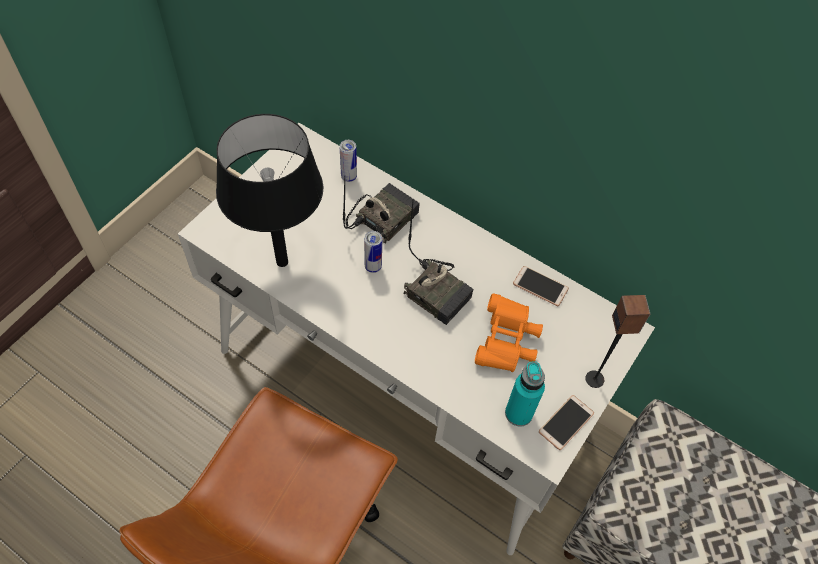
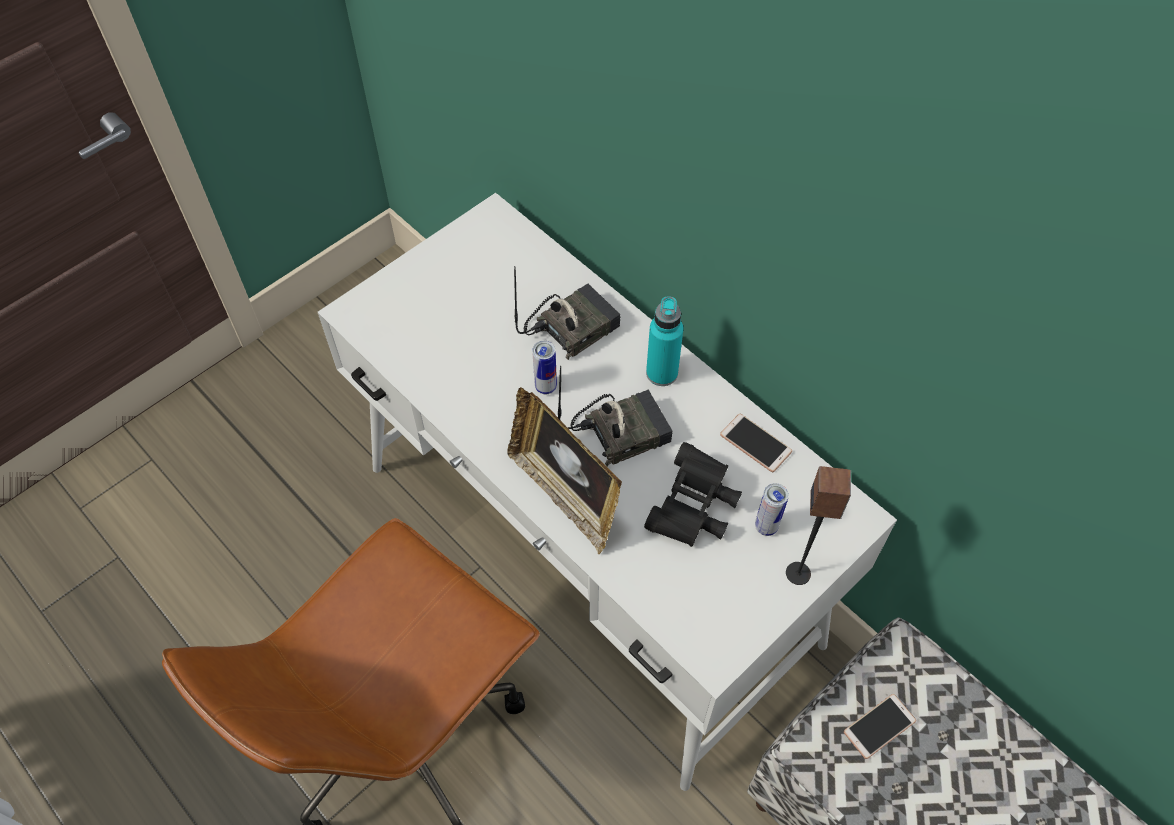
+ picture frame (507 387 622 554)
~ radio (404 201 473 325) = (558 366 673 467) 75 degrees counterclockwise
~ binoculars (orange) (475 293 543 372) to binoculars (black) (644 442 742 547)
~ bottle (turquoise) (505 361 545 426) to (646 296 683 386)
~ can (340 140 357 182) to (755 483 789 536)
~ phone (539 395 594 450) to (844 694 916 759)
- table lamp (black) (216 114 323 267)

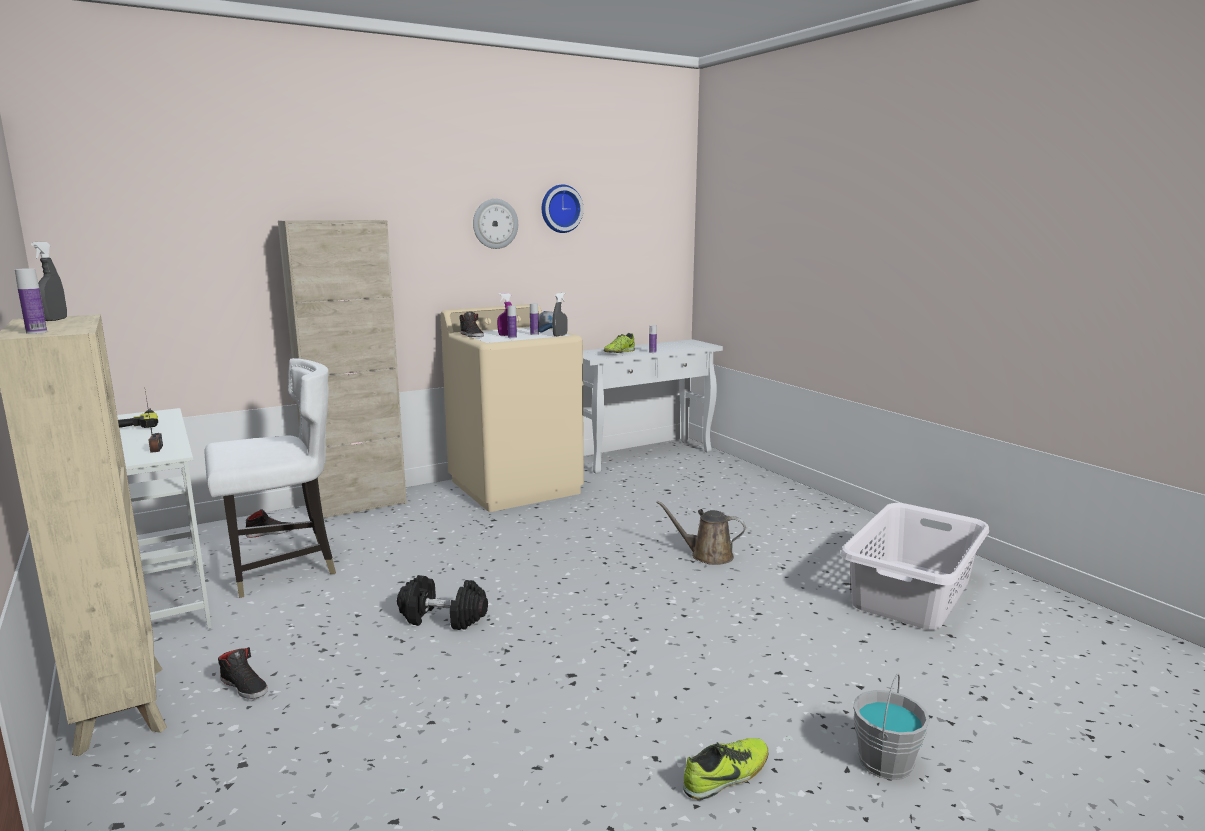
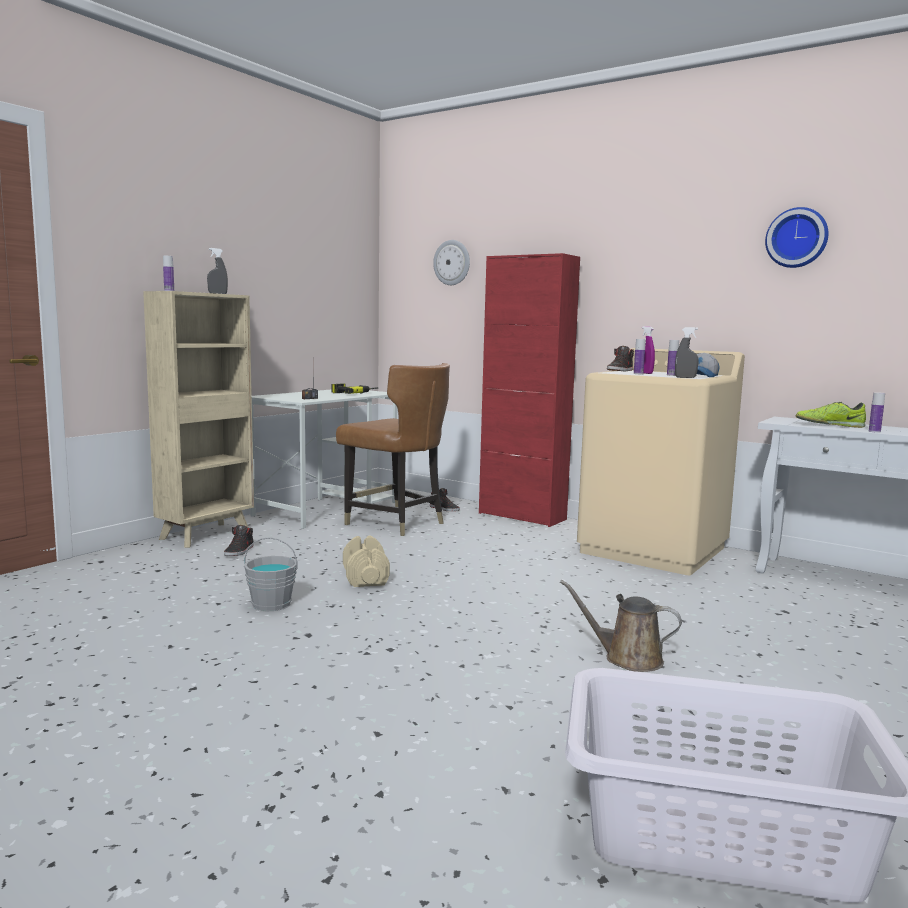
~ bucket (grey) (853 673 930 780) to (244 537 298 612)
~ chair (white) (204 358 336 598) to chair (brown) (336 363 450 536)
~ dumbbell (black) (397 575 488 630) to dumbbell (beige) (343 536 390 587)
~ wall clock (473 199 518 249) to (433 240 470 285)
~ cabinet (beige) (278 220 407 518) to cabinet (red) (479 253 580 527)
~ watering can (brown) (656 501 746 565) = (560 580 682 672) 60 degrees counterclockwise
- shoe (683 738 769 800)

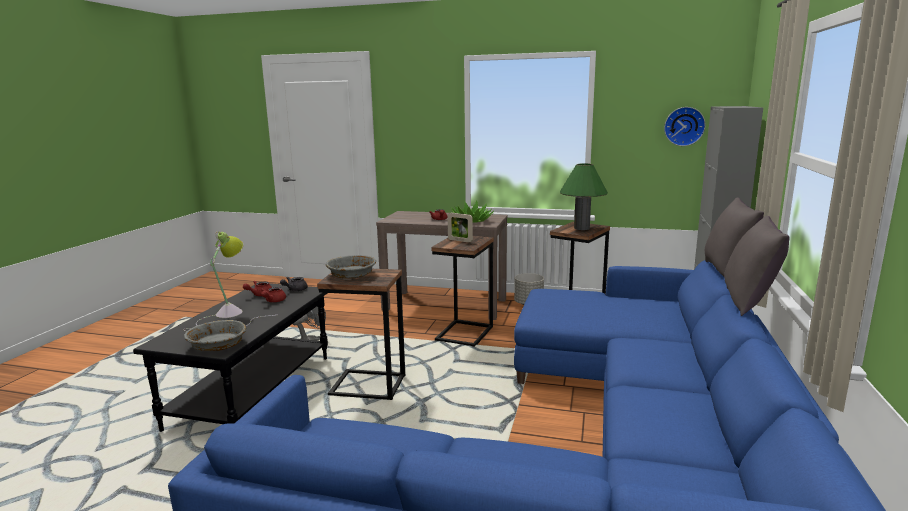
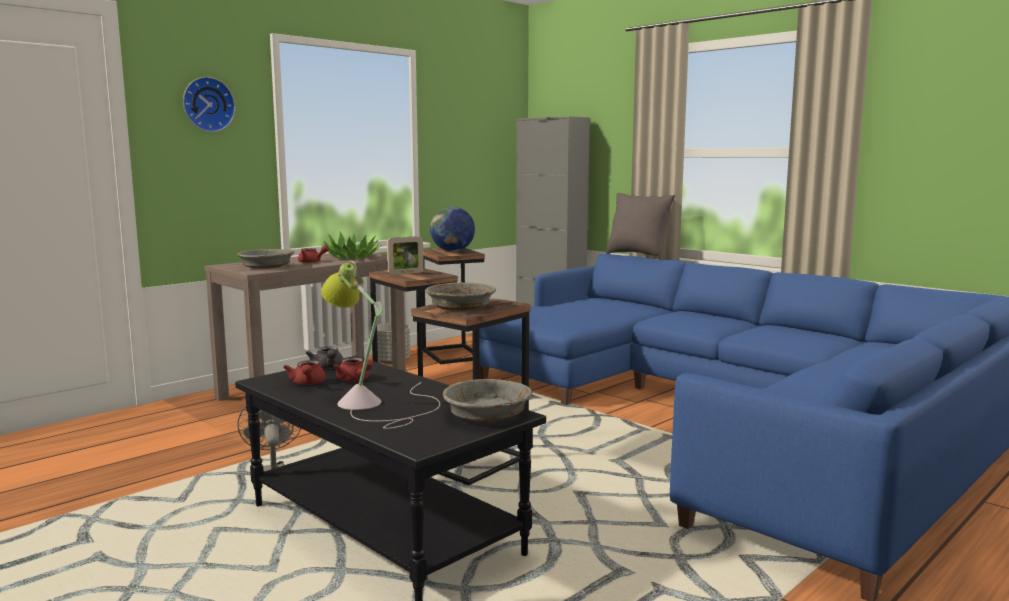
~ wall clock (664 107 706 146) to (183 77 235 132)
+ bowl (grey) (237 249 294 269)
~ table lamp (green) (560 163 608 230) to globe (430 207 475 252)
- pillow (grey) (724 215 790 316)

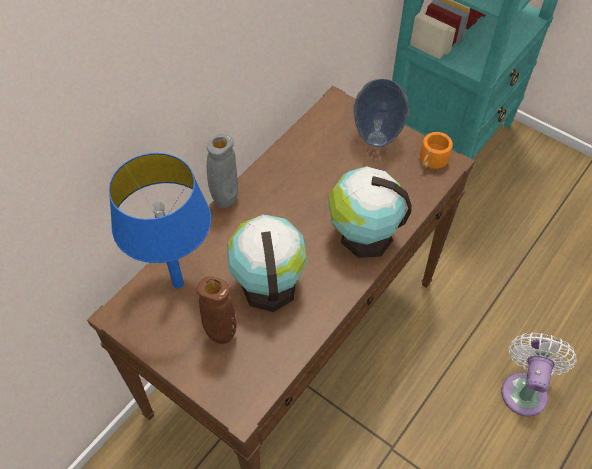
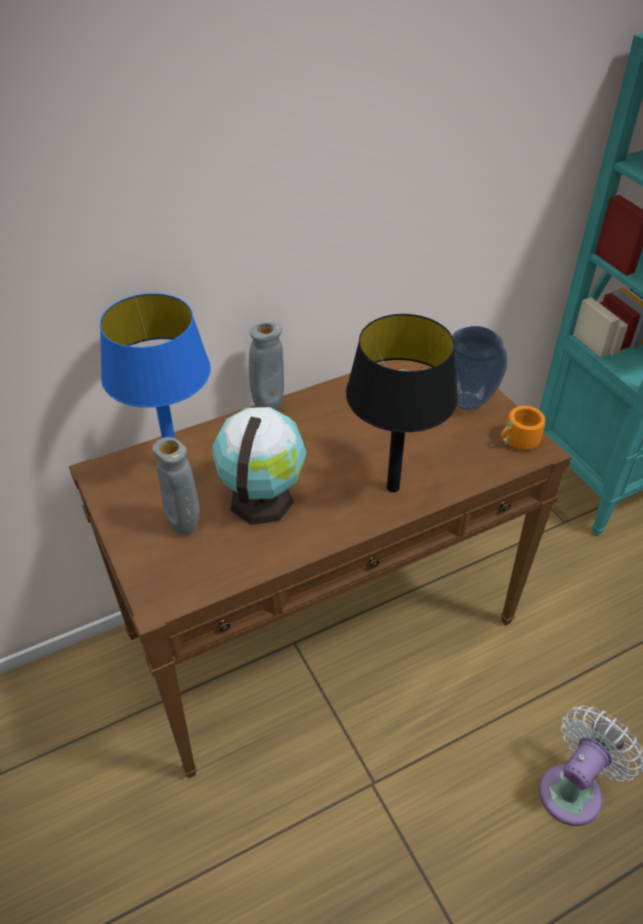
~ vase (brown) (197 276 237 344) to vase (grey) (152 437 200 535)
~ globe (328 166 412 258) to table lamp (black) (346 314 458 493)

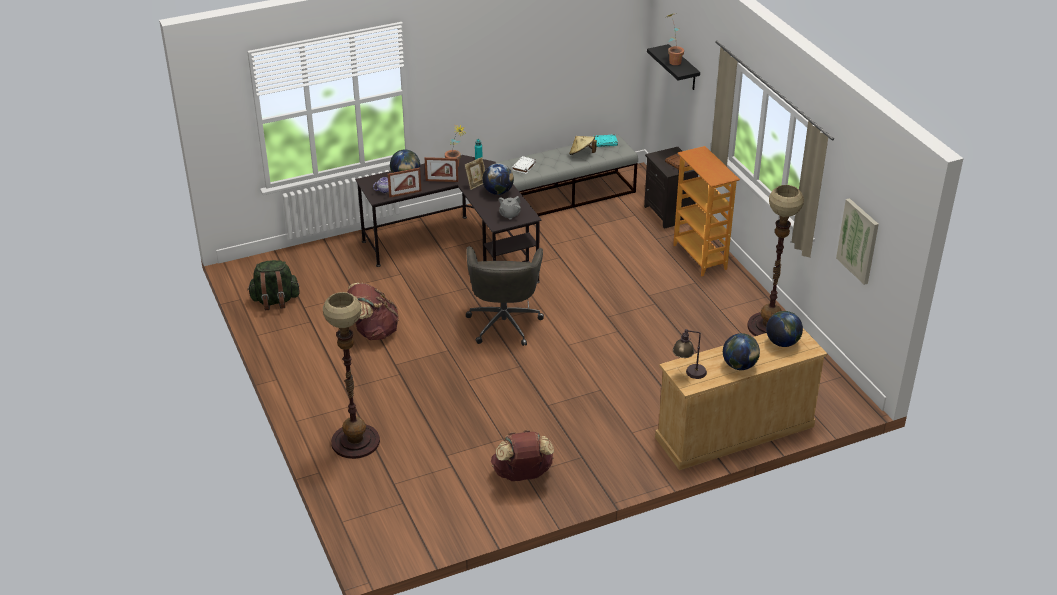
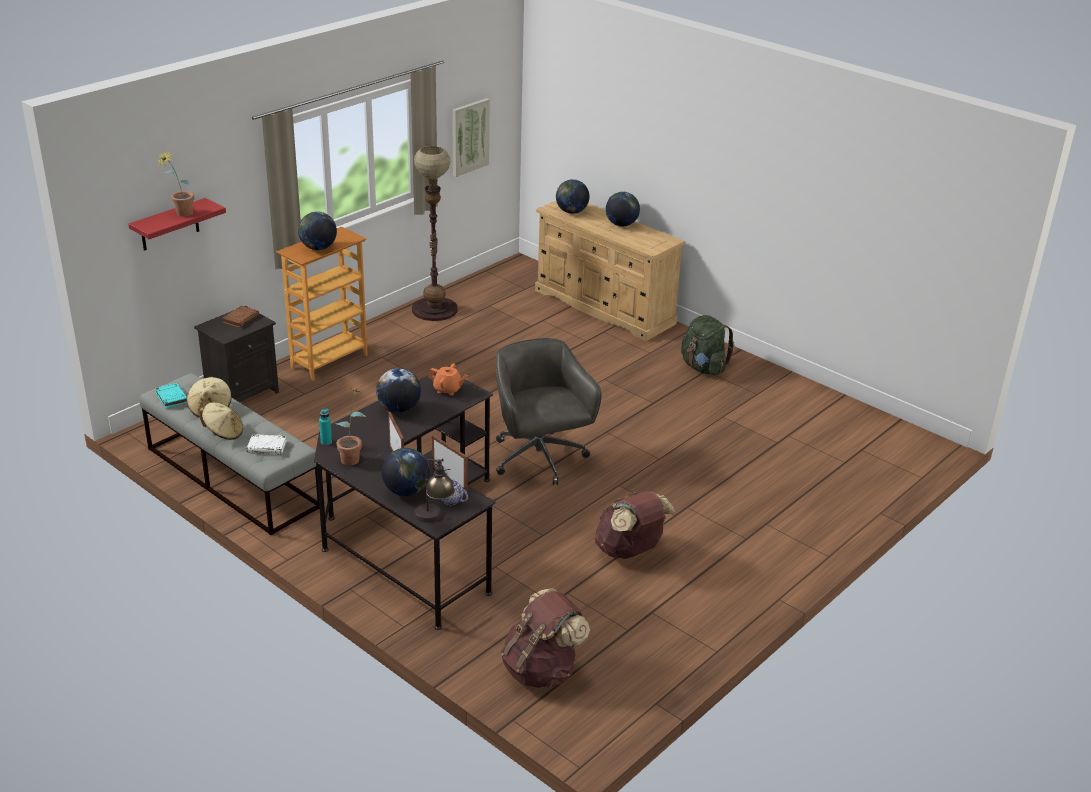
~ shelf (black) (647 44 700 90) to shelf (red) (129 198 226 251)
+ hat (beige) (199 402 243 440)
+ globe (298 211 337 250)
~ table lamp (673 329 707 379) to (414 458 455 523)
~ teapot (grey) (499 196 521 220) to teapot (orange) (429 364 468 395)
~ office chair (grey) (466 246 544 346) = (496 338 601 485) 90 degrees counterclockwise
~ backpack (brown) (491 430 554 481) to (501 588 590 688)
~ backpack (green) (247 260 300 310) to (681 315 734 375)
- floor lamp (323 292 380 459)
- picture frame (465 157 485 190)

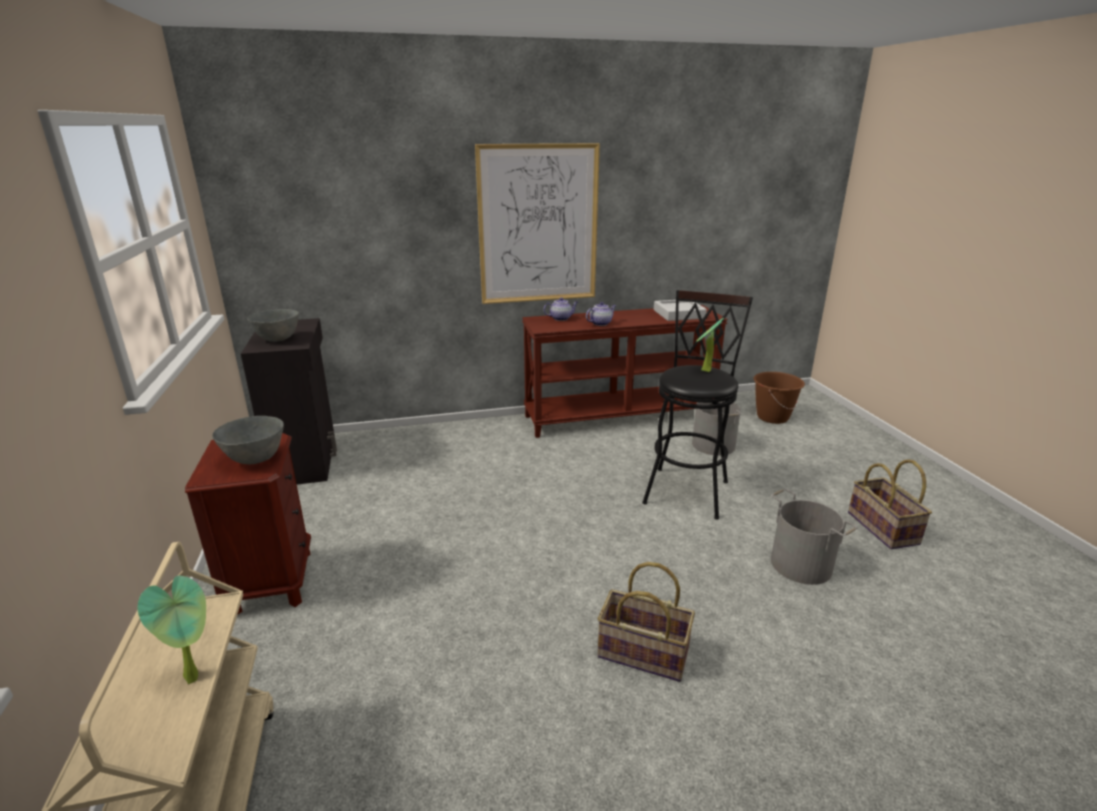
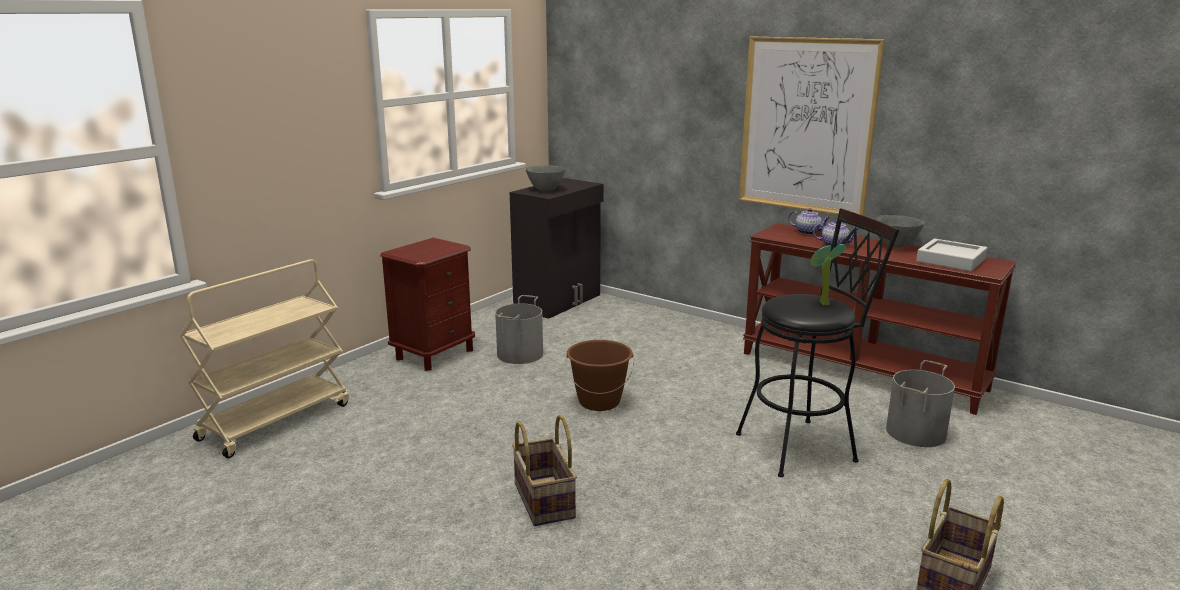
~ bucket (grey) (771 489 857 585) to (495 295 543 364)
~ bucket (brown) (753 372 805 424) to (565 340 634 411)
~ bowl (grey) (212 416 284 464) to (873 215 924 247)
- potted plant (138 576 206 684)

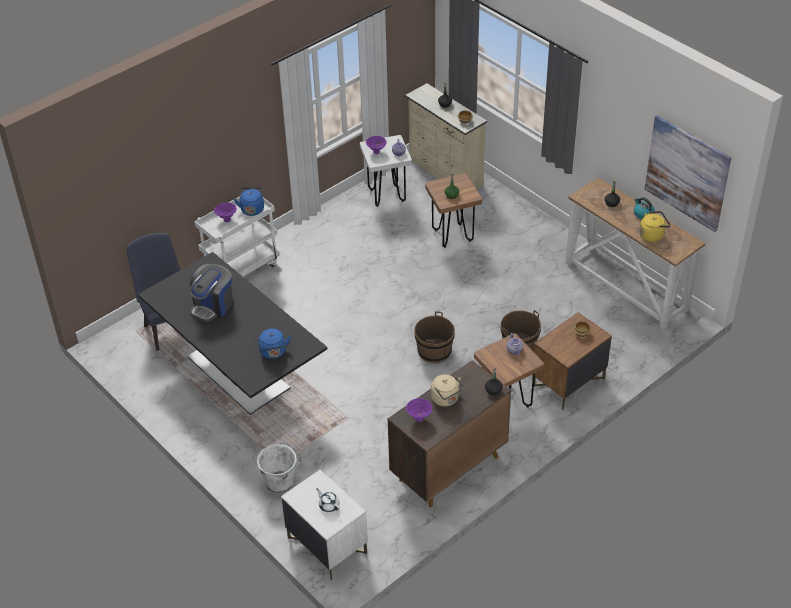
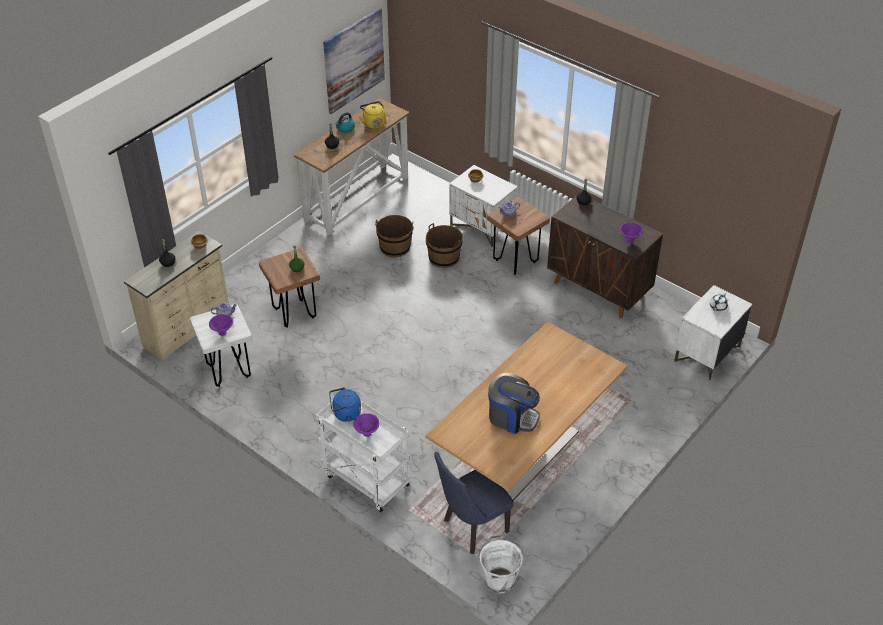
~ bucket (brown) (414 311 455 363) to (375 215 413 257)
~ dining table (black) (138 252 327 415) to dining table (beige) (425 321 628 501)
~ nightstand (brown) (532 312 612 410) to nightstand (white) (449 165 518 248)
~ bucket (white) (257 443 301 494) to (477 535 523 593)
- kettle (blue) (259 328 291 359)
- kettle (beige) (431 374 464 407)

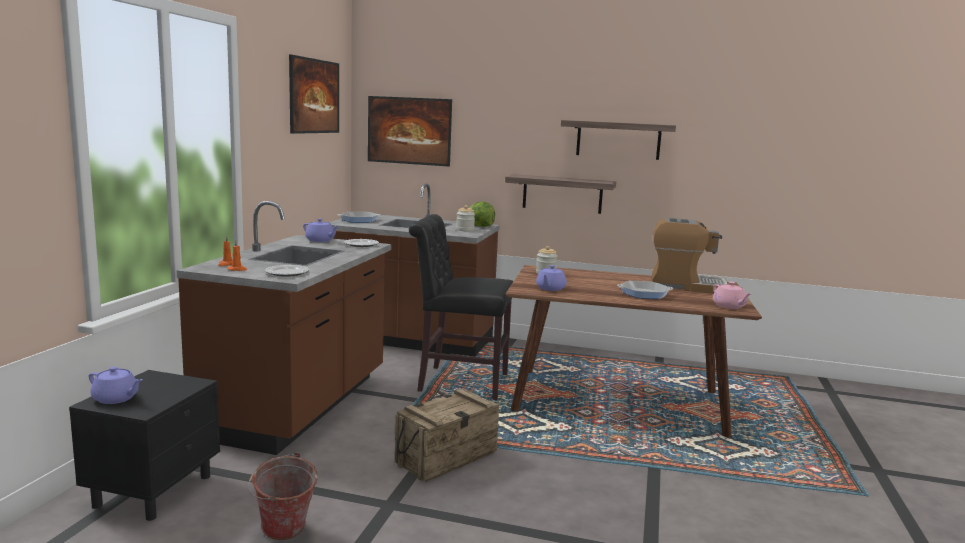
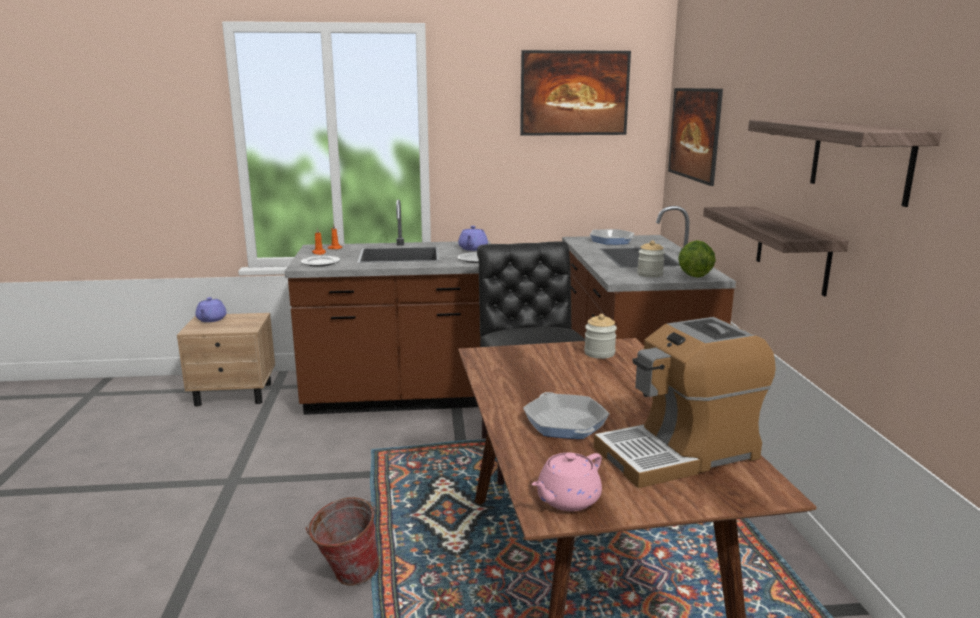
~ nightstand (black) (69 370 220 521) to nightstand (beige) (177 313 275 407)
~ bucket (248 452 318 540) to (306 497 379 585)
~ coffee machine (652 218 727 294) = (594 317 776 488) 75 degrees clockwise
- crate (395 389 499 482)
- teapot (purple) (536 265 567 291)

